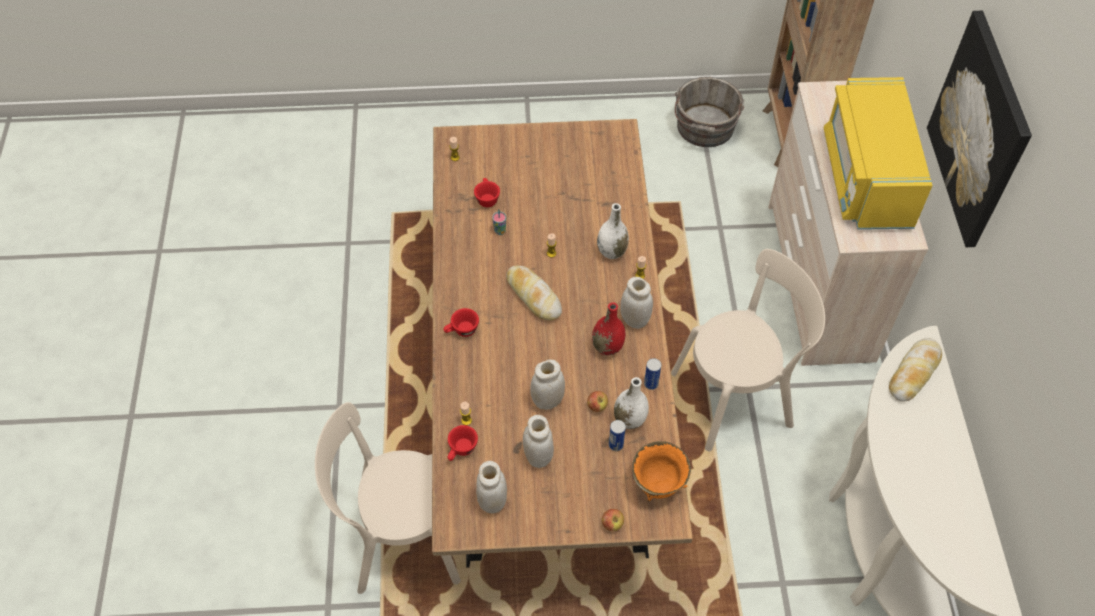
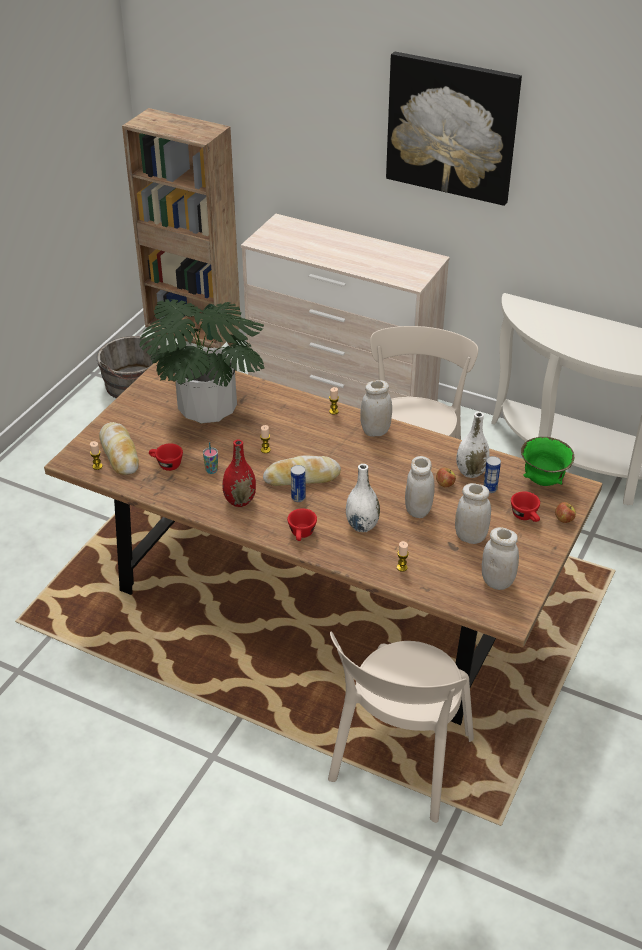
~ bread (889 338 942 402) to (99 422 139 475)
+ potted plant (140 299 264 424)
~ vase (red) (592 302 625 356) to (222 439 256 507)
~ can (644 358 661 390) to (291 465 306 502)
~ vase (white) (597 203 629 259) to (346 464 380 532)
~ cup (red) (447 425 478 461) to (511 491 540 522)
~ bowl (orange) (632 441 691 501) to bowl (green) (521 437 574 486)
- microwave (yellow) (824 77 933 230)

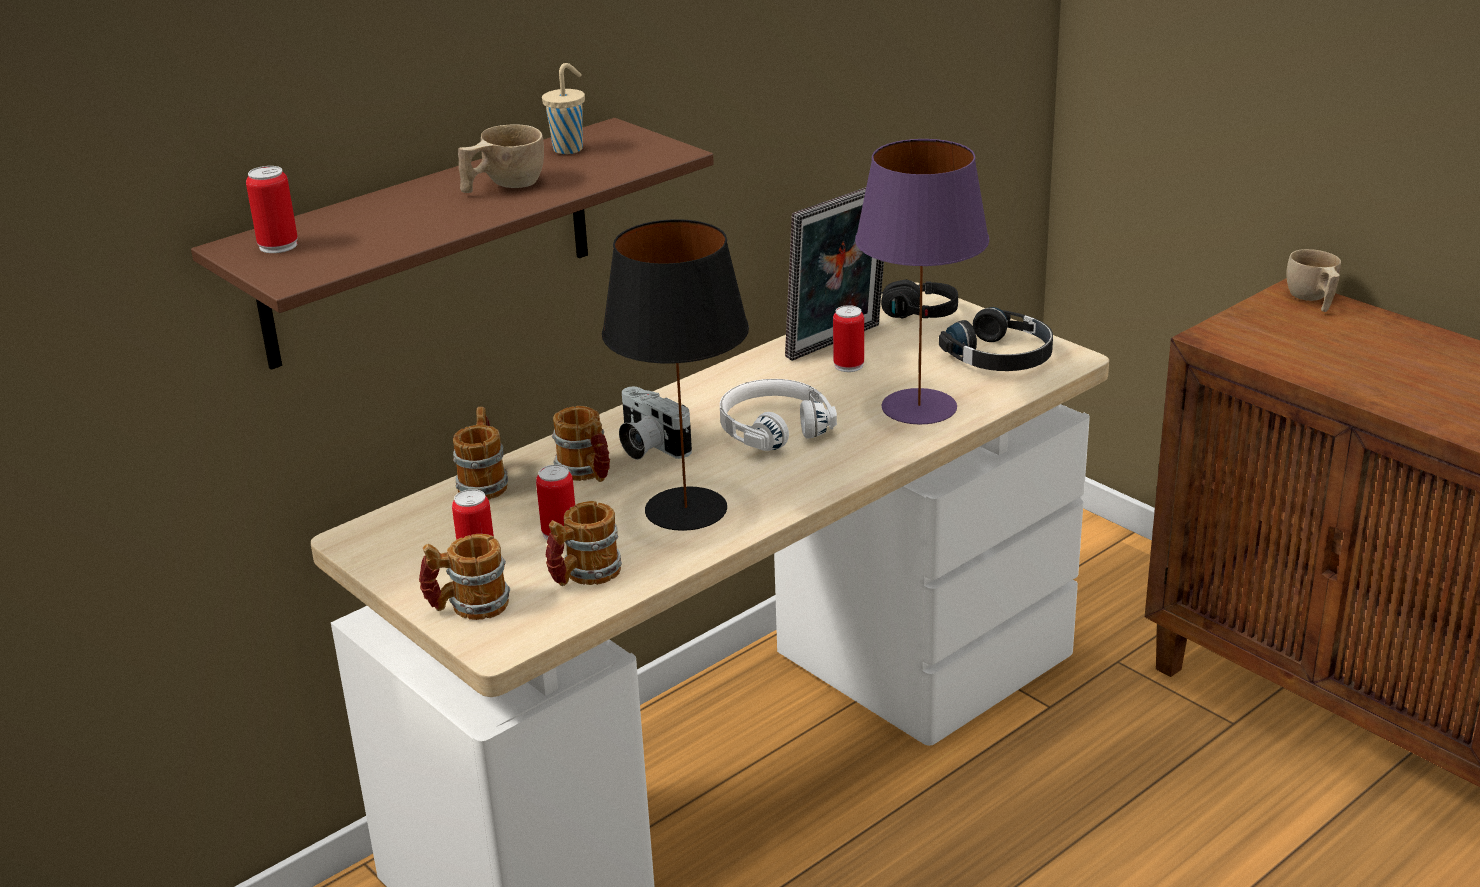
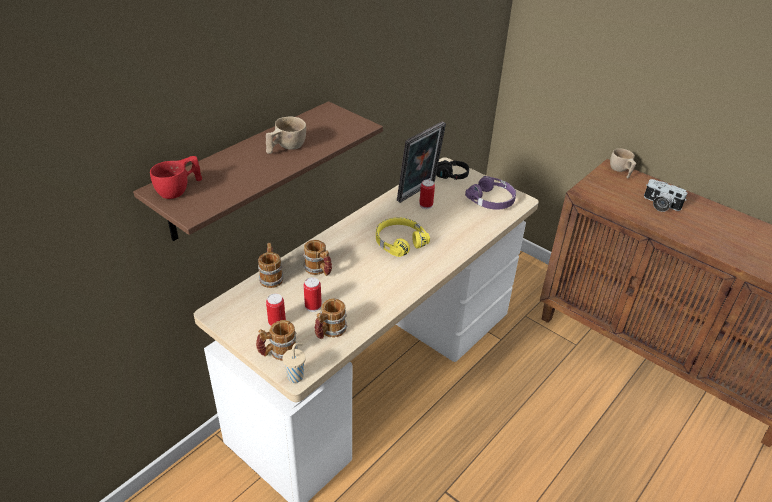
~ can (246 166 298 253) to cup (red) (150 156 202 199)
~ cup (beige) (542 63 585 154) to (282 343 306 383)
~ headphones (white) (720 379 837 451) to headphones (yellow) (376 217 430 257)
~ headphones (black) (939 307 1053 371) to headphones (purple) (465 176 516 210)
~ photo camera (619 387 692 460) to (644 179 687 212)
- table lamp (black) (602 219 749 531)
- table lamp (purple) (855 139 989 425)

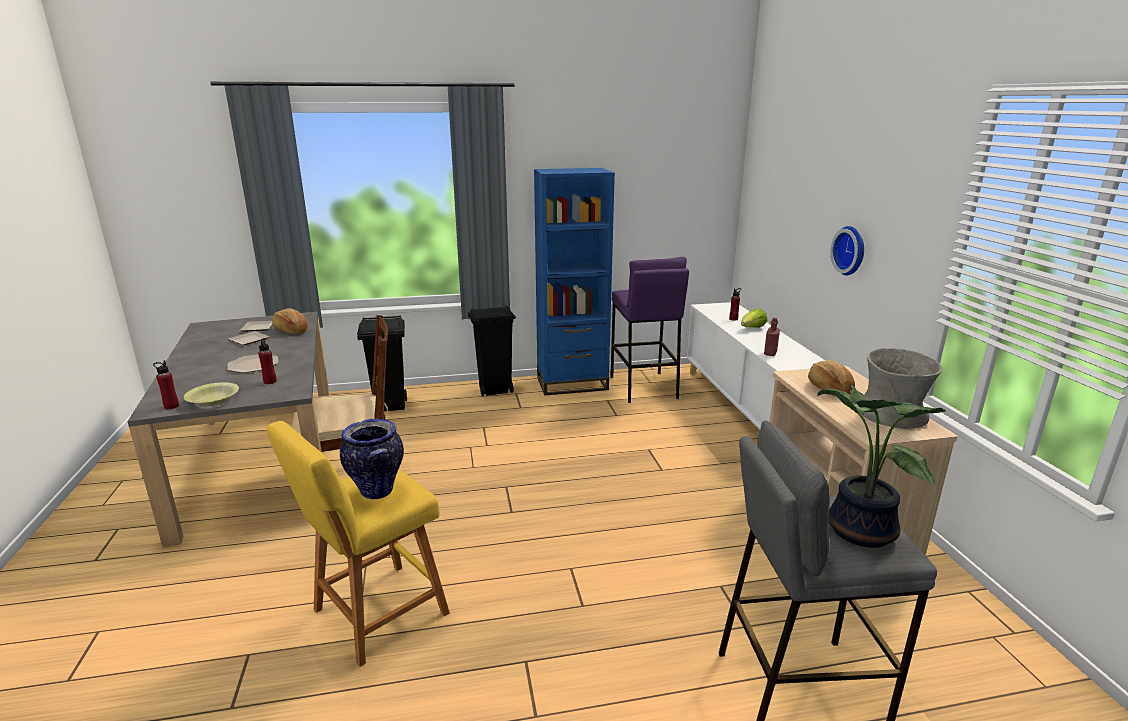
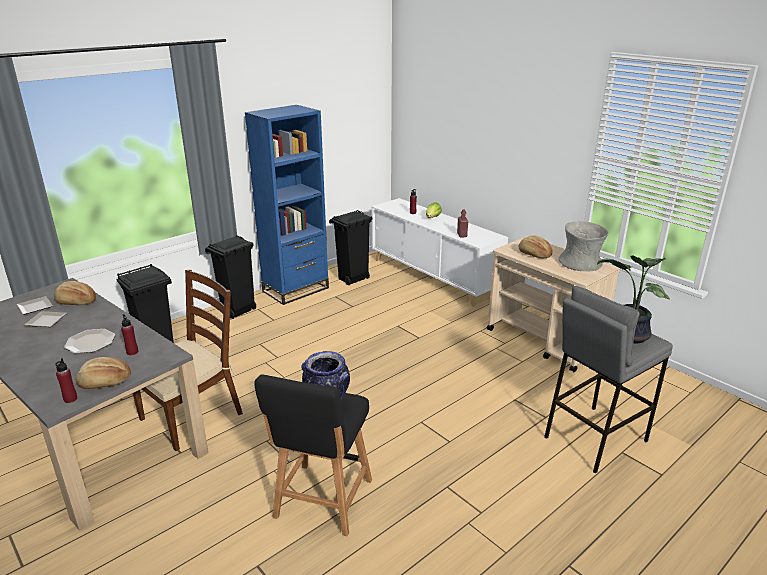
~ bowl (yellow) (184 382 239 406) to bread (75 357 131 389)
~ stool (yellow) (267 421 450 667) to stool (black) (254 374 372 536)
~ stool (purple) (611 257 689 403) to trash can (black) (329 210 372 285)
- wall clock (830 226 864 275)

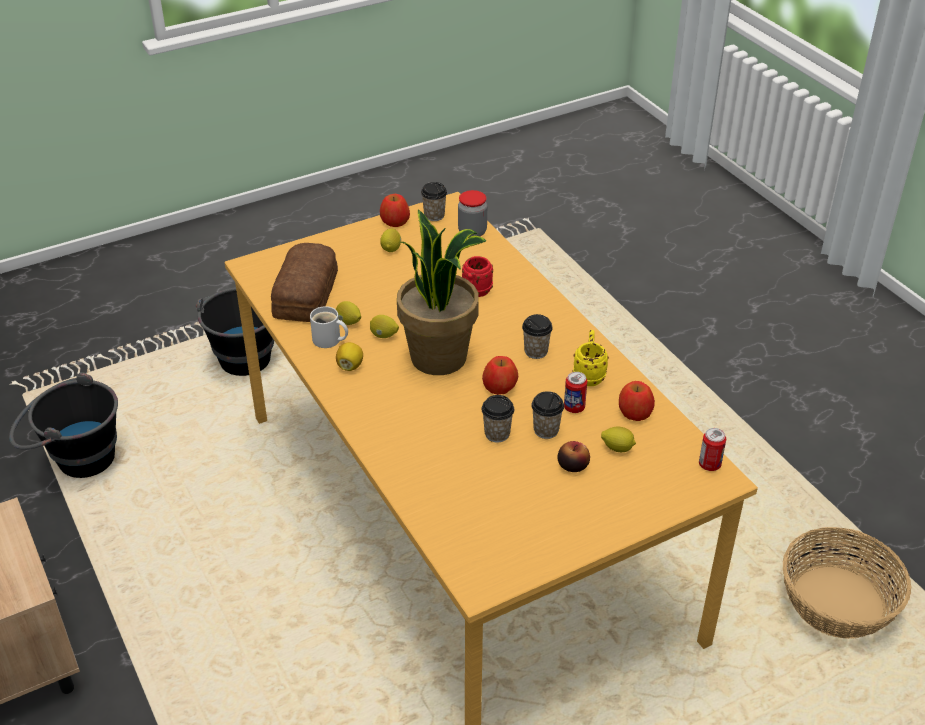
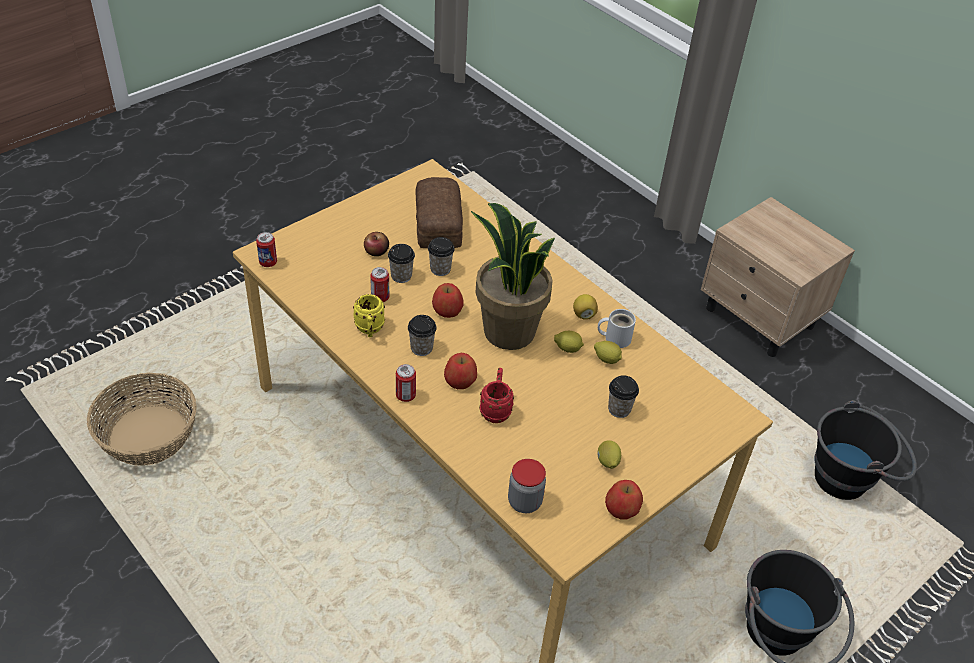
+ can (396 364 416 402)
~ bread (271 243 338 322) to (415 177 463 248)
~ apple (619 381 655 421) to (444 353 477 389)
~ cup (421 182 447 221) to (608 375 639 418)
- lemon (601 426 636 452)

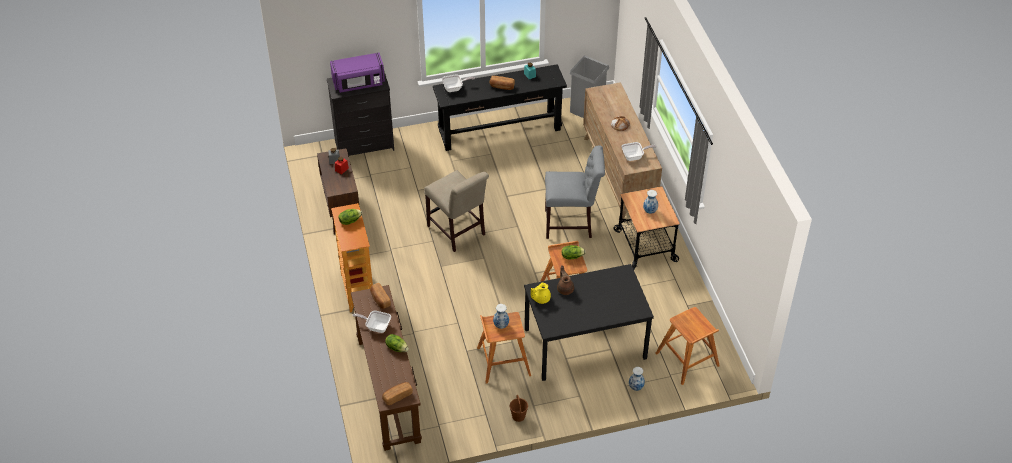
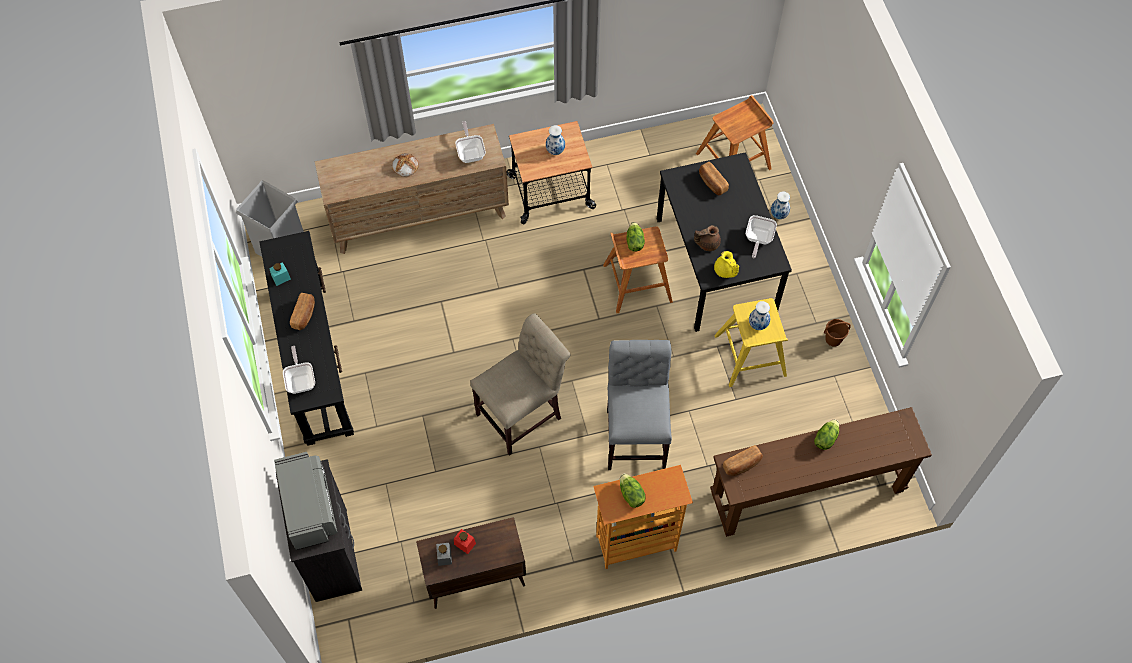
~ microwave (purple) (330 53 385 93) to microwave (grey) (274 452 337 550)
~ chair (grey) (545 145 605 239) to (607 340 672 470)
~ bread (382 382 413 405) to (699 162 729 195)
~ stool (brown) (477 312 531 384) to stool (yellow) (714 298 788 387)
~ frying pan (352 311 391 333) to (746 215 777 258)

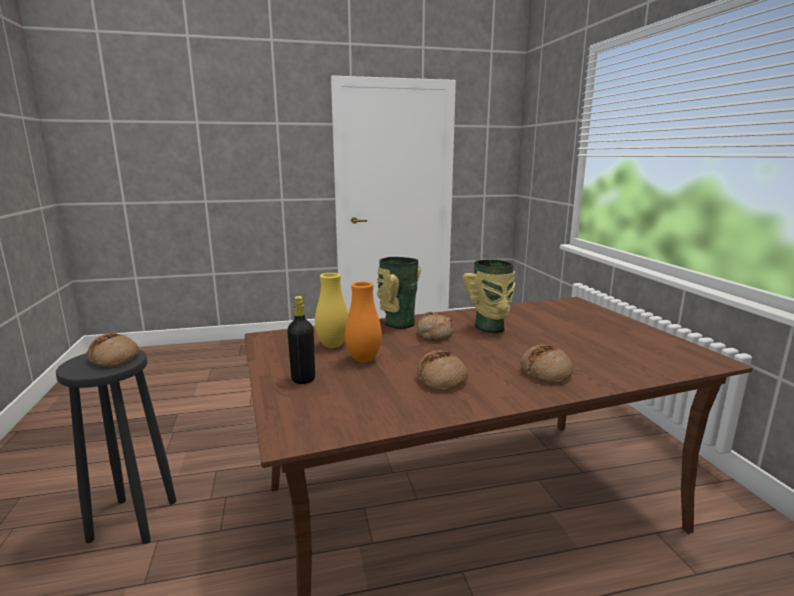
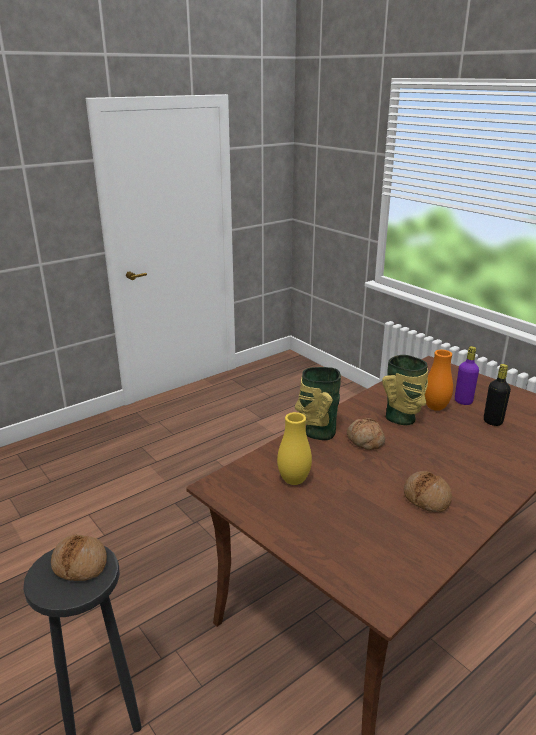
~ vase (orange) (345 282 382 363) to (425 350 453 411)
+ bottle (purple) (455 346 479 405)
~ bottle (black) (287 296 315 384) to (484 364 511 426)
- bread (521 344 573 384)

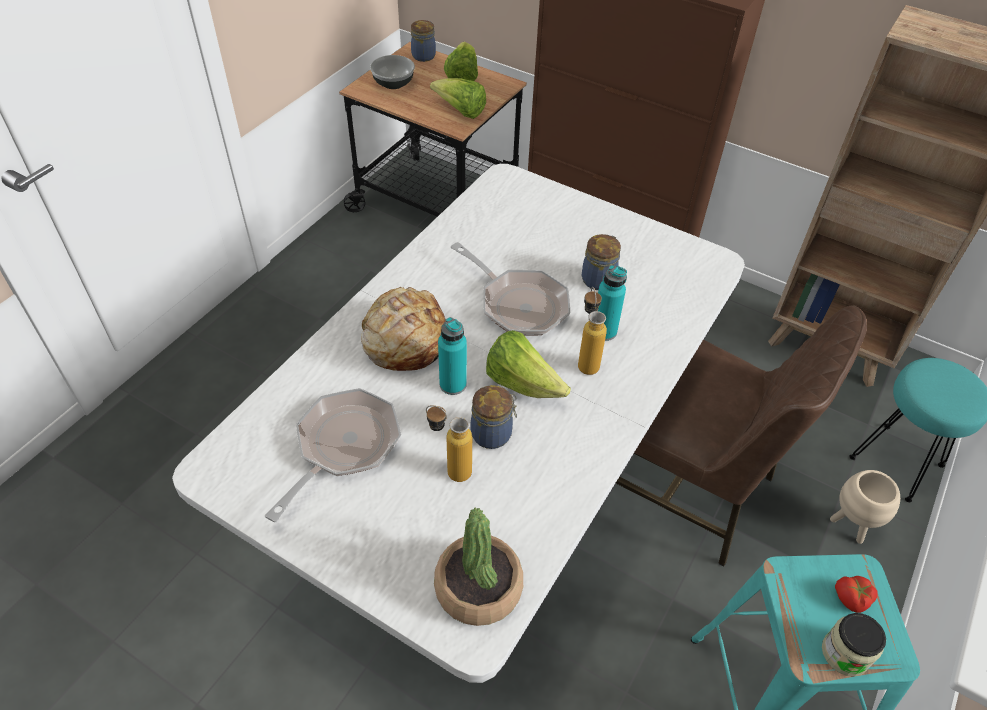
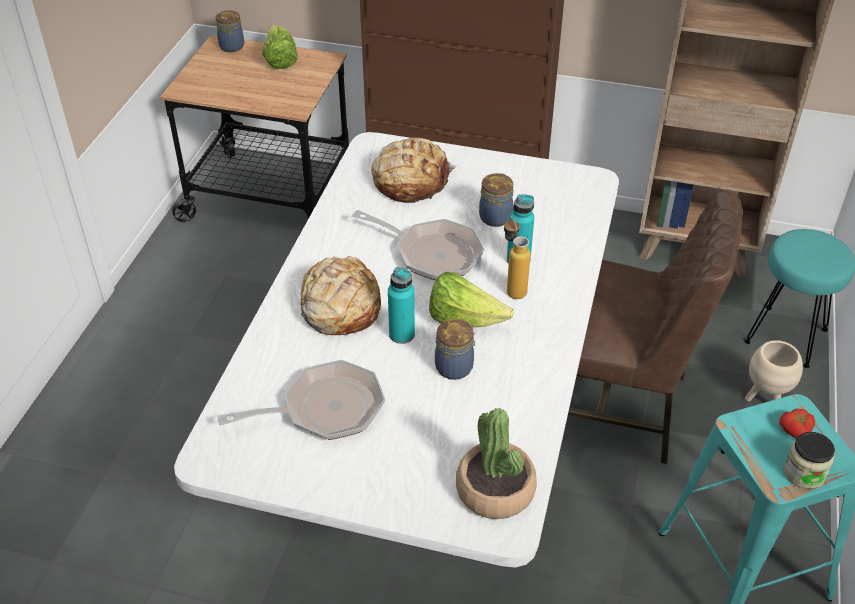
~ frying pan (265 388 401 522) = (217 360 385 440) 60 degrees clockwise
+ bread (371 137 456 203)
- bowl (370 55 415 89)
- bottle (426 405 472 482)
- lettuce (430 78 486 119)

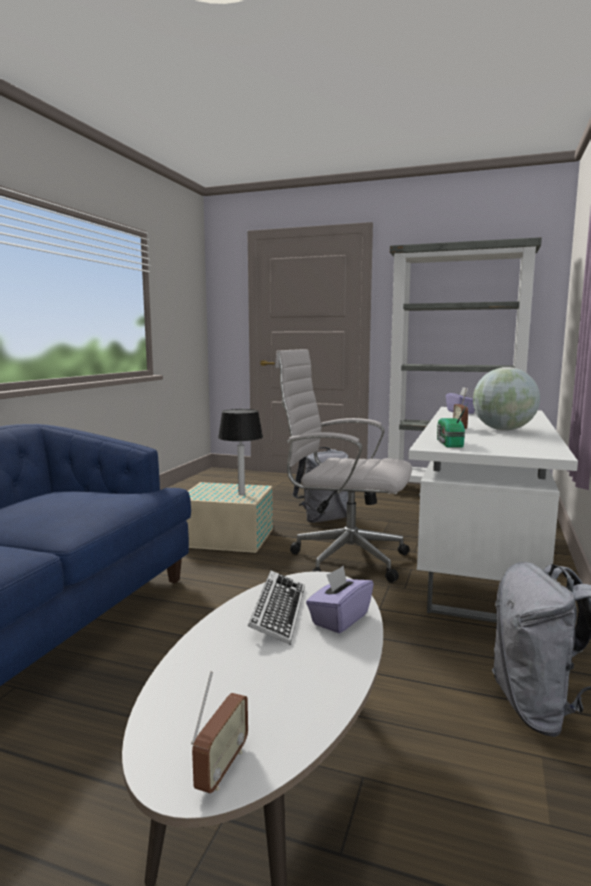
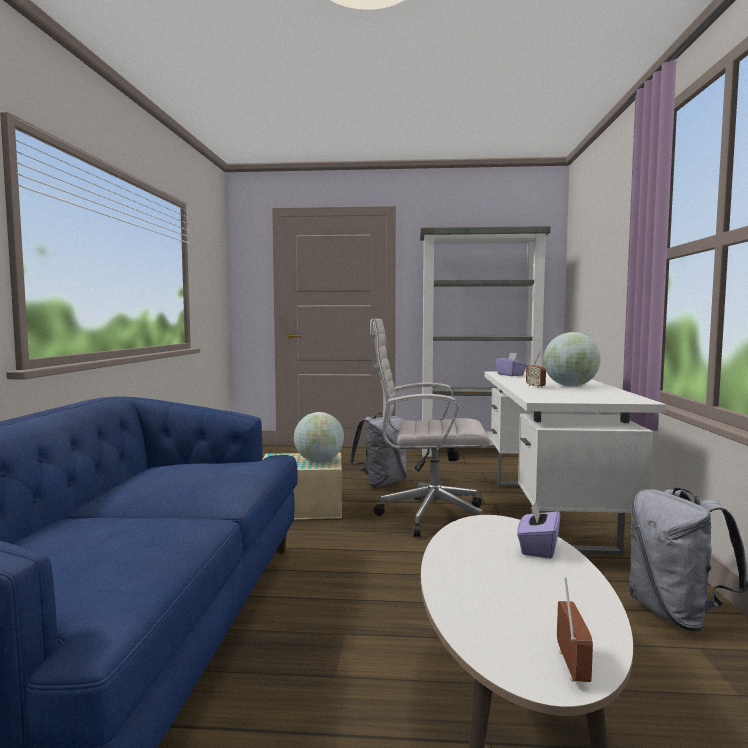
~ table lamp (218 409 263 495) to globe (294 412 344 462)
- keyboard (248 570 305 645)
- radio (437 403 468 448)

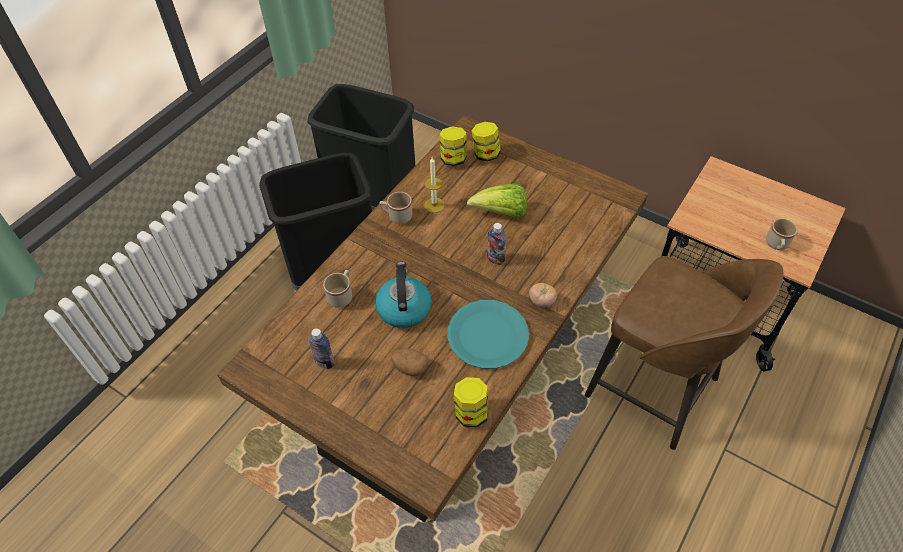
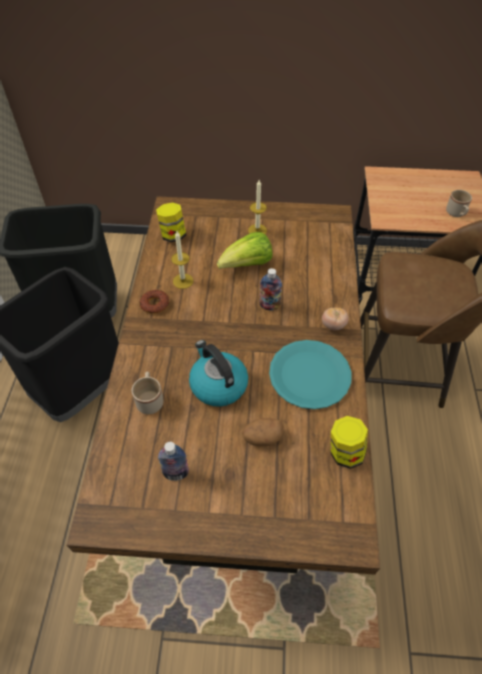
~ mug (beige) (379 192 412 224) to donut (140 290 169 314)
+ candle (248 180 267 234)
- jar (472 122 501 162)

